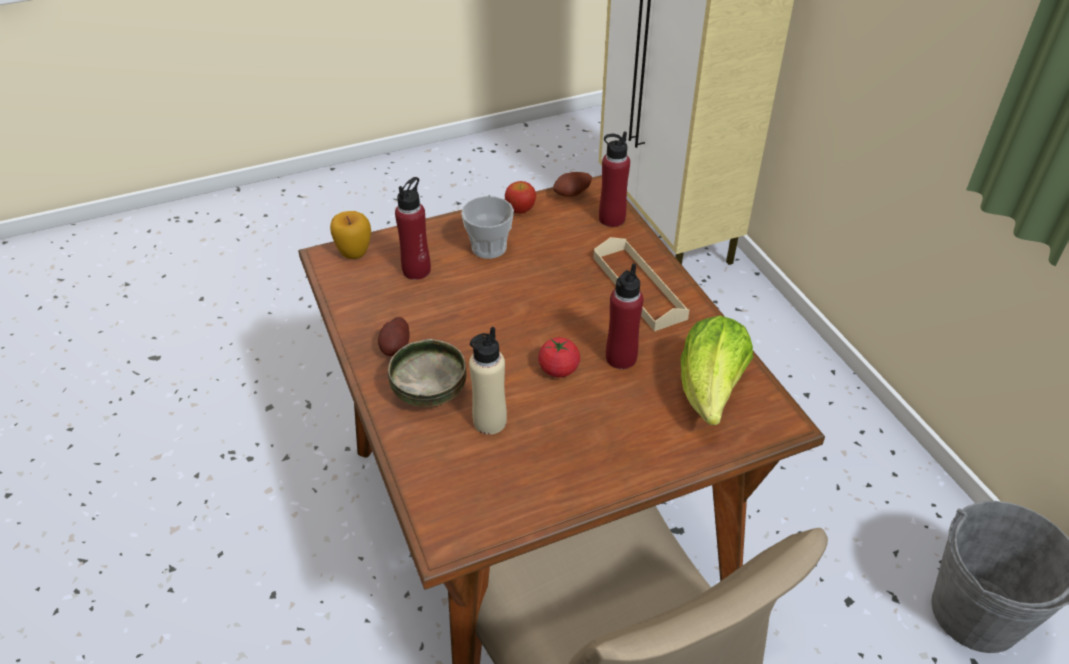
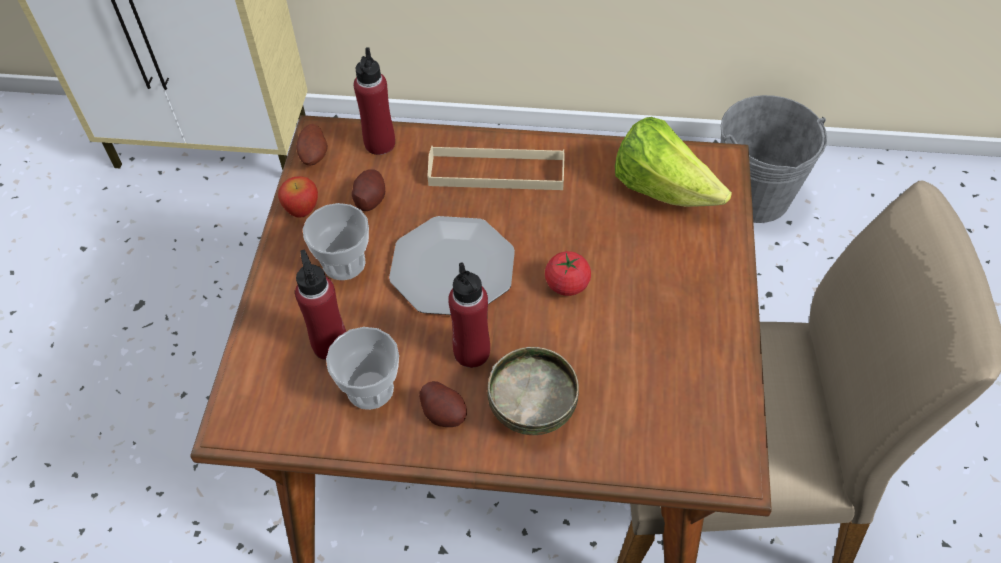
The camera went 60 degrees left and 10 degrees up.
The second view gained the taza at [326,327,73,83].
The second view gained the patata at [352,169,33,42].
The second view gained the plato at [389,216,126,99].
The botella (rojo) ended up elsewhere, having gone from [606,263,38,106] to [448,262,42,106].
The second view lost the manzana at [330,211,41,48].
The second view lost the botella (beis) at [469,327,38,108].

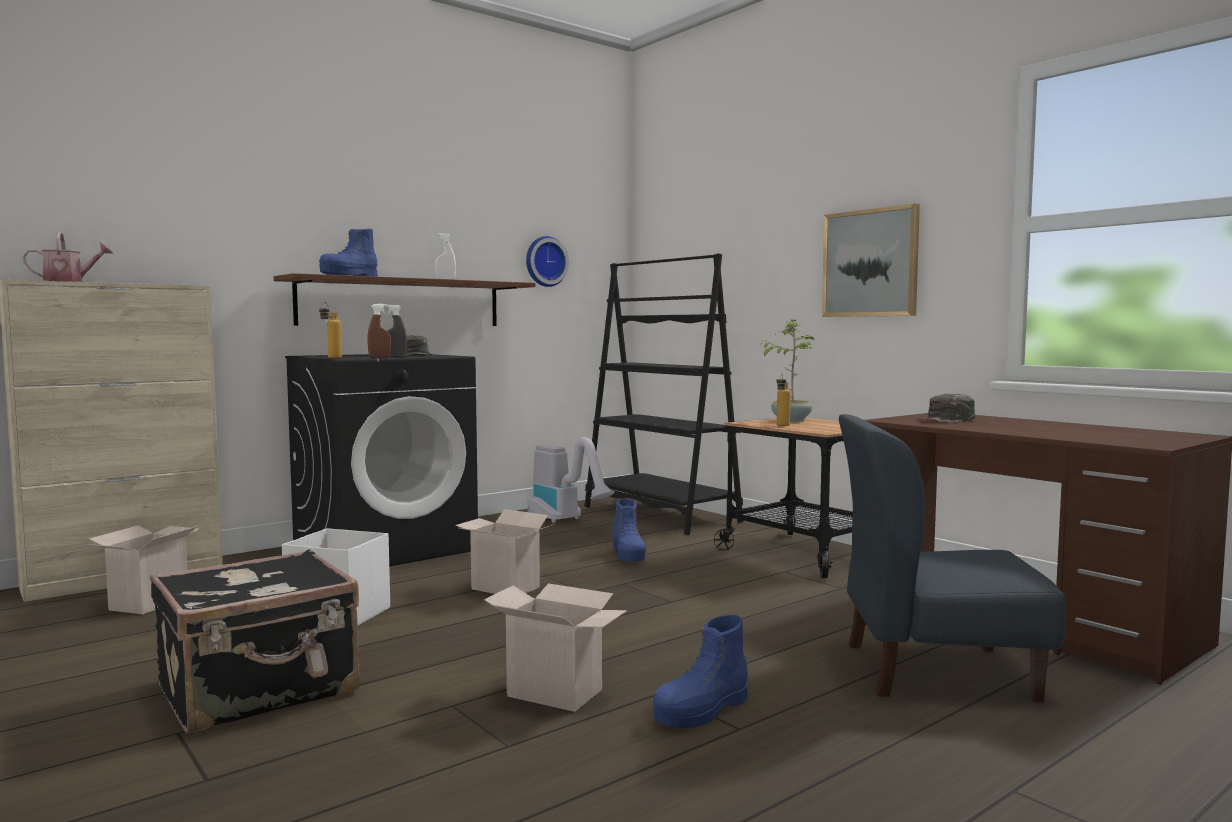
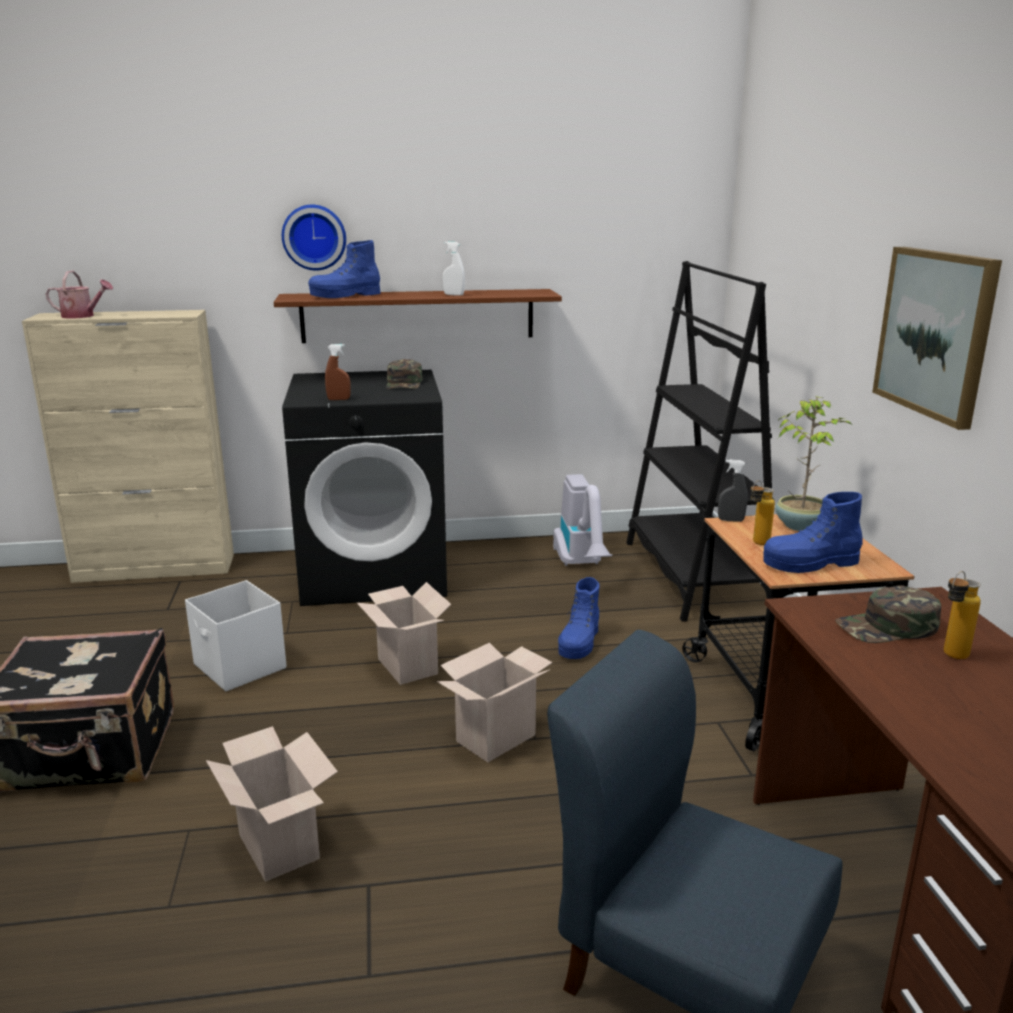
The camera went 30 degrees right and 15 degrees up.
The reloj de pared ended up elsewhere, having gone from [526,236,43,51] to [282,205,64,66].
The caja de cartón ended up elsewhere, having gone from [87,526,114,88] to [437,643,115,119].
The pulverizador (gris) ended up elsewhere, having gone from [385,305,22,52] to [718,459,30,63].
The bota (azul) ended up elsewhere, having gone from [653,615,95,113] to [763,492,99,81].
The botella ended up elsewhere, having gone from [319,302,23,56] to [944,571,37,88].

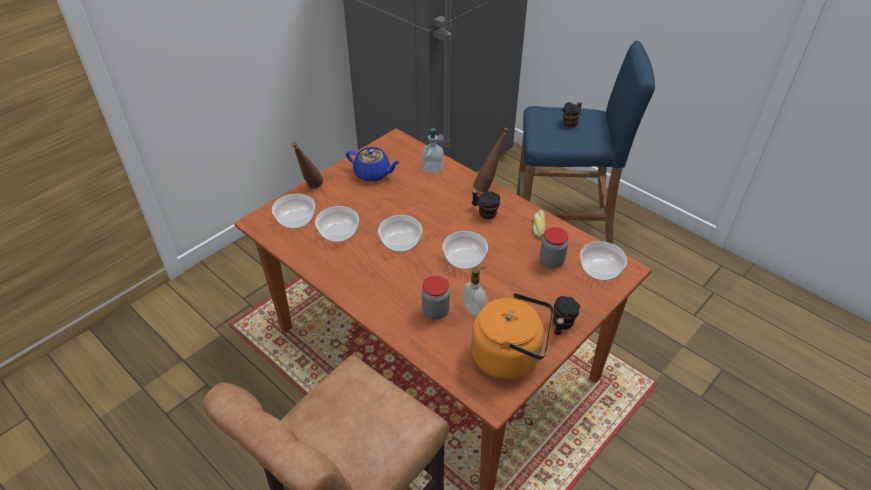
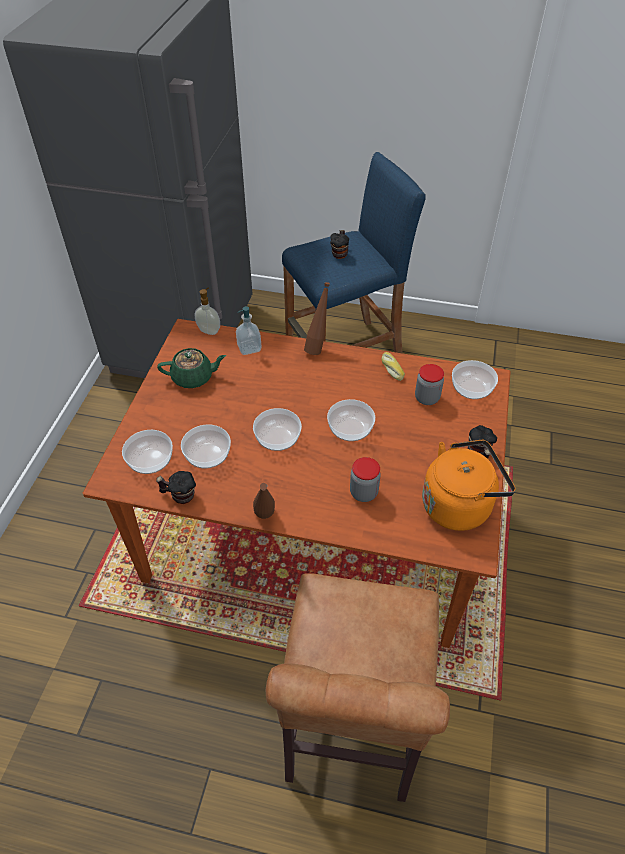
The camera went 30 degrees left and 5 degrees up.
The taza grande ended up elsewhere, having gone from [472,190,28,29] to [156,471,40,33].
What was the tetera (azul) at [346,147,54,35] turned into the tetera (verde) at [157,348,69,40].
The dispensador de jabón ended up elsewhere, having gone from [462,267,25,49] to [195,288,25,47].
The botella (marrón) ended up elsewhere, having gone from [291,142,32,46] to [253,483,22,36].

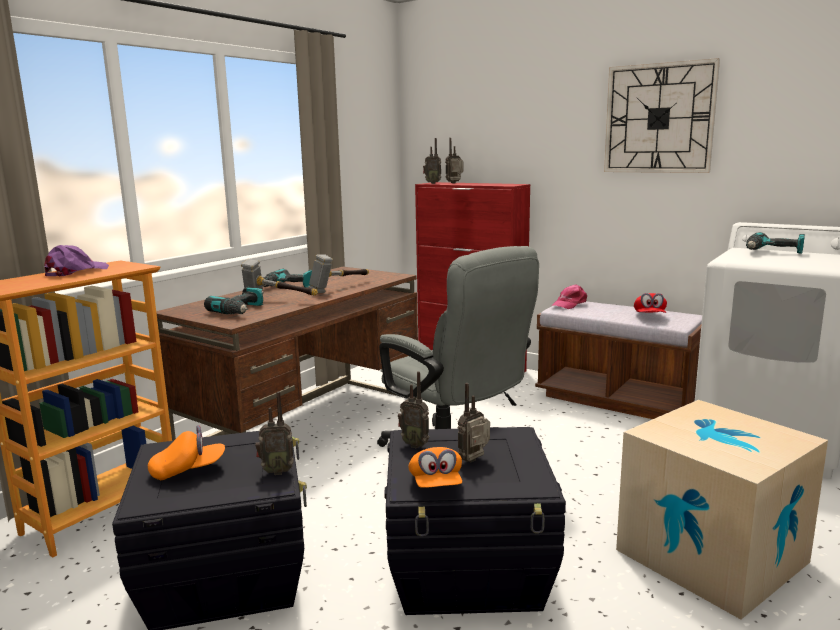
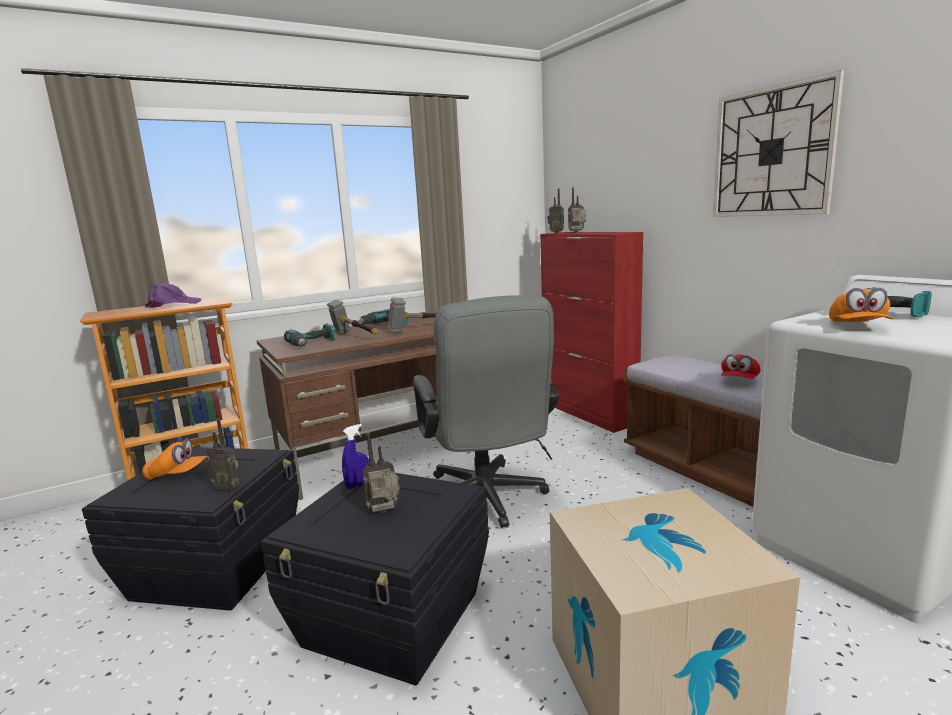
The camera went 25 degrees right and 0 degrees up.
Where the radio stood at [398,371,31,78], the pulverizador (azul) came to stand at [342,424,27,65].
The gorra (naranja) ended up elsewhere, having gone from [408,447,54,41] to [829,288,64,34].
The second view lost the gorra (rosa) at [551,284,36,25].

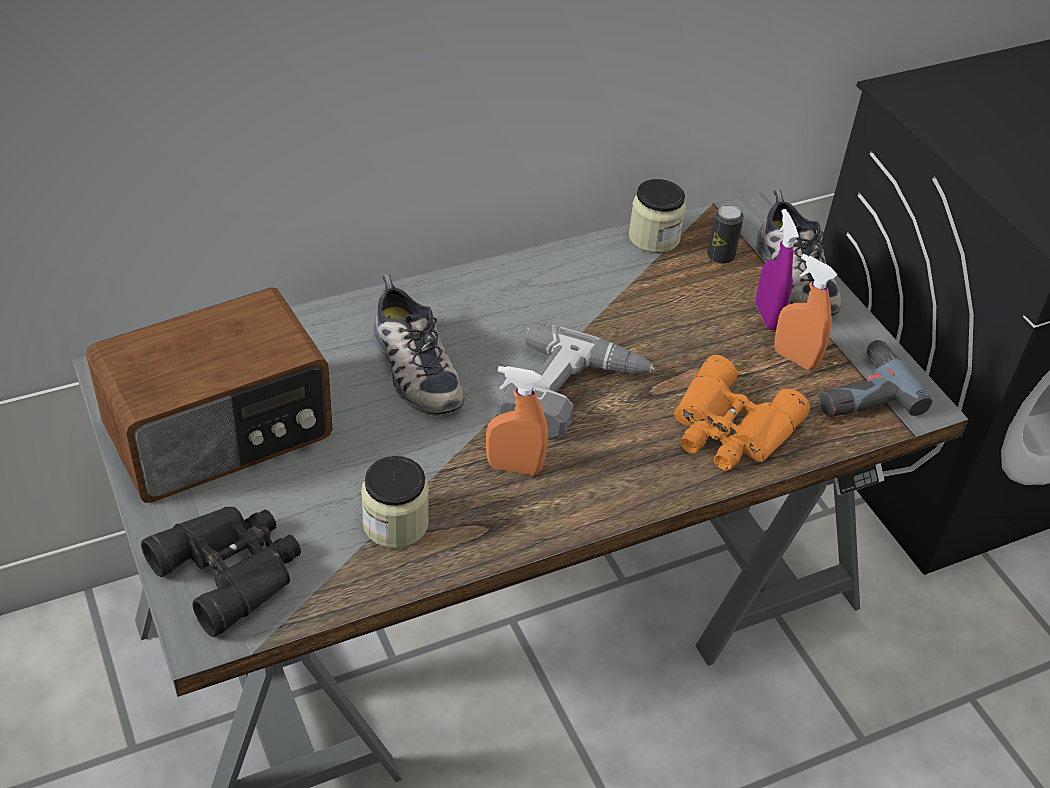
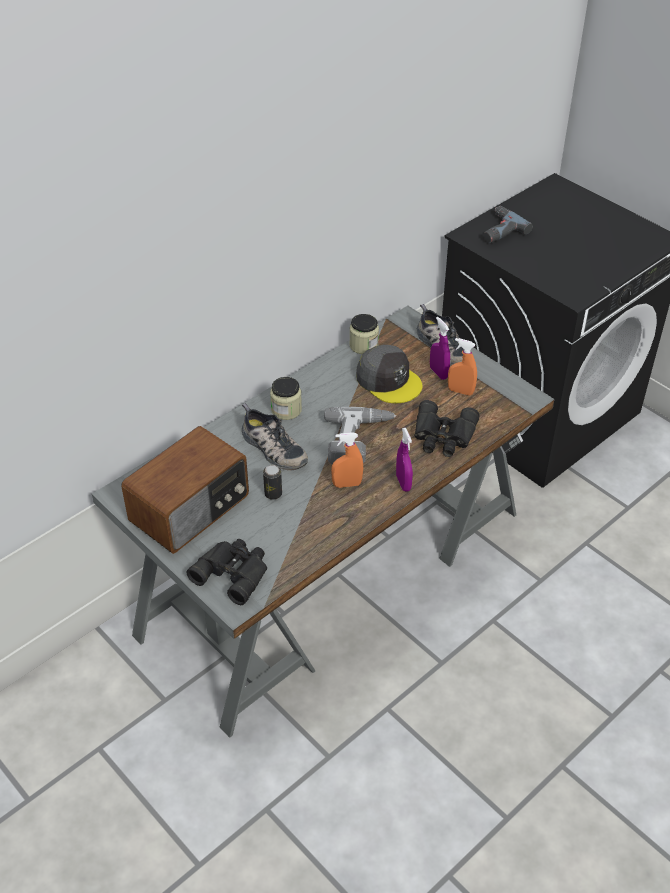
The camera went 15 degrees left and 0 degrees up.
The lata ended up elsewhere, having gone from [707,205,37,59] to [263,465,19,35].
The tarro ended up elsewhere, having gone from [361,456,68,92] to [270,377,32,43].
The second view gained the gorra (gris) at [356,345,66,58].
The second view gained the pulverizador (morado) at [396,428,17,64].
What was the prismáticos (naranja) at [674,355,136,116] turned into the prismáticos (negro) at [414,400,66,57].
The taladro ended up elsewhere, having gone from [820,340,113,77] to [483,206,50,37].

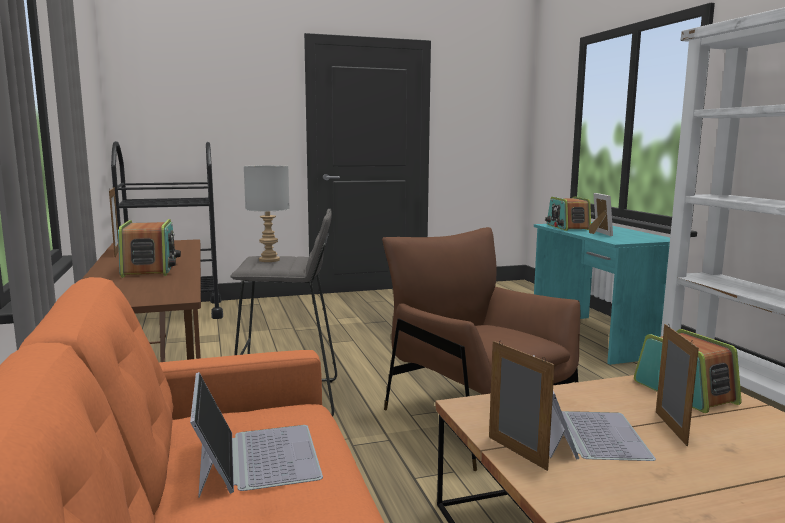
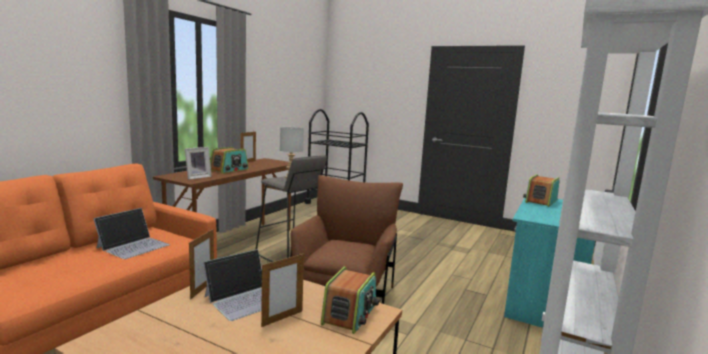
The camera went 45 degrees right and 0 degrees up.
The portarretratos ended up elsewhere, having gone from [589,193,24,43] to [185,147,27,33].

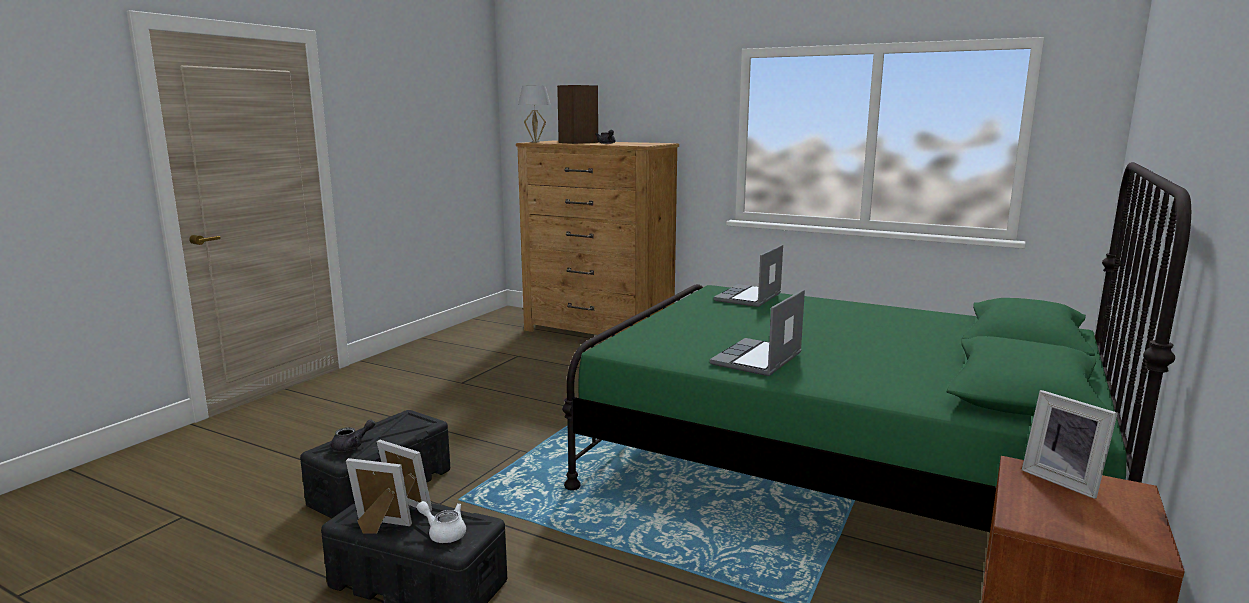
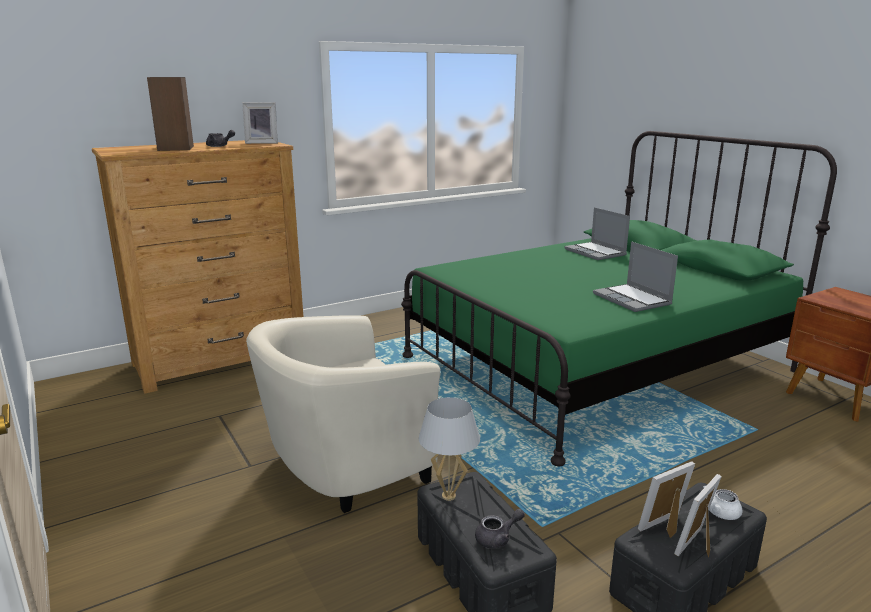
The camera went 60 degrees left and 5 degrees up.
The portarretratos ended up elsewhere, having gone from [1022,390,96,109] to [242,102,36,42].
The second view gained the sillón (beis) at [246,315,195,198].
The lámpara de mesa (blanco) ended up elsewhere, having gone from [518,86,33,56] to [419,397,61,104].
The tetera (gris) at [331,419,44,33] ended up facing another way, 75 degrees clockwise from before.
The portátil ended up elsewhere, having gone from [714,245,69,62] to [565,207,65,53].

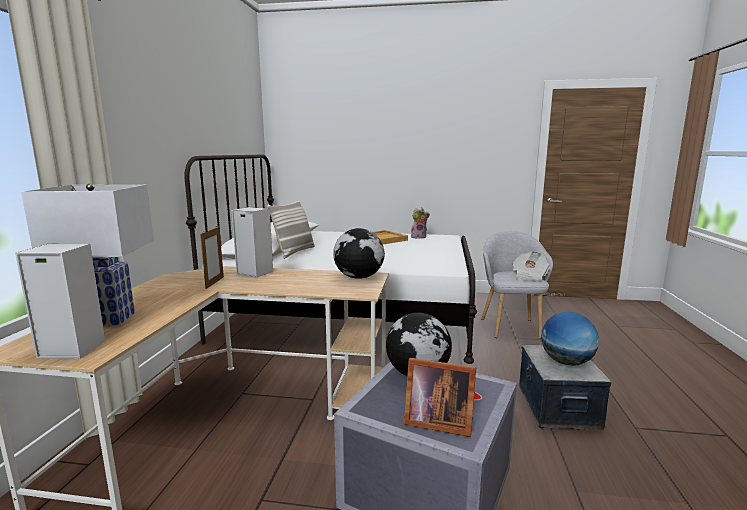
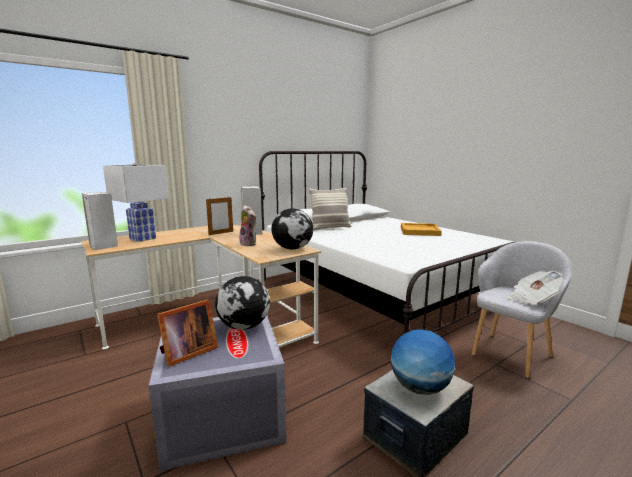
The camera went 45 degrees right and 0 degrees up.
The portarretratos at [404,358,72,79] ended up facing another way, 105 degrees counterclockwise from before.
The peluche ended up elsewhere, having gone from [411,207,19,32] to [239,205,17,41].

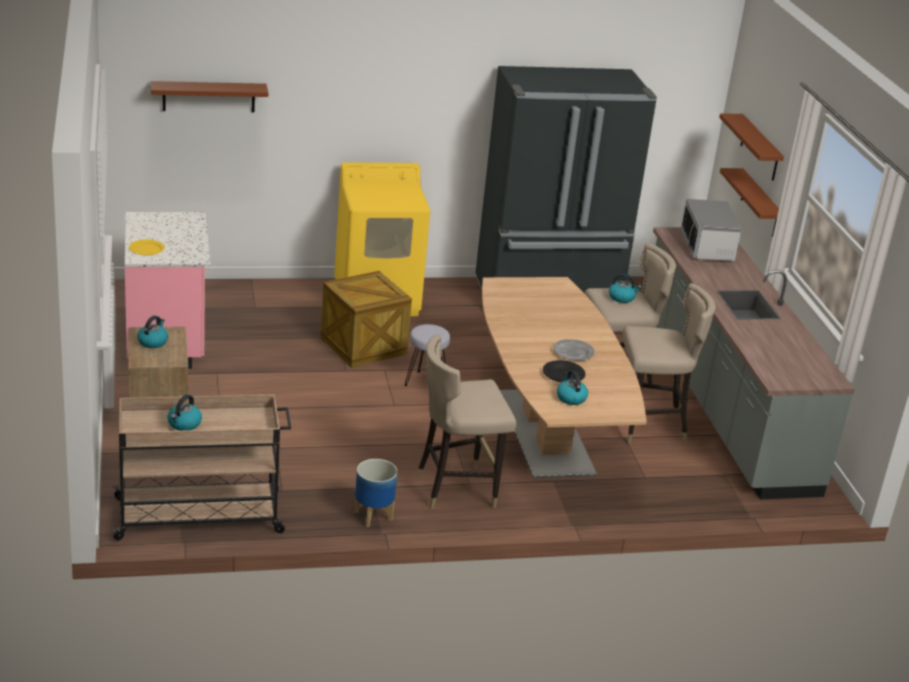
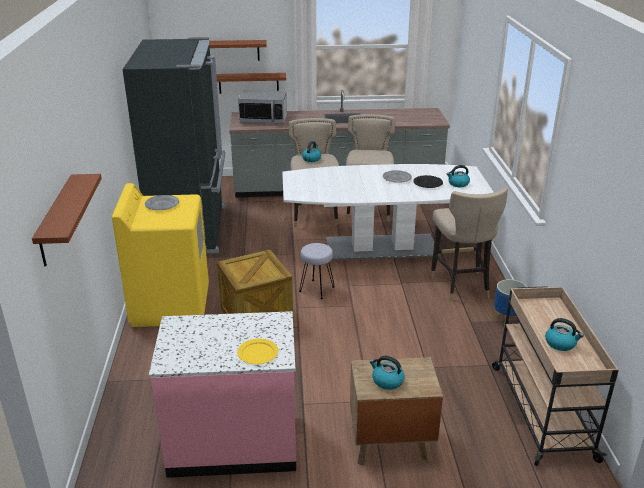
The camera went 80 degrees left and 0 degrees up.
The second view gained the plato (gris) at [145,195,34,15].
What was the mesa de comedor (marrón) at [482,277,165,202] turned into the mesa de comedor (blanco) at [282,164,211,96].

